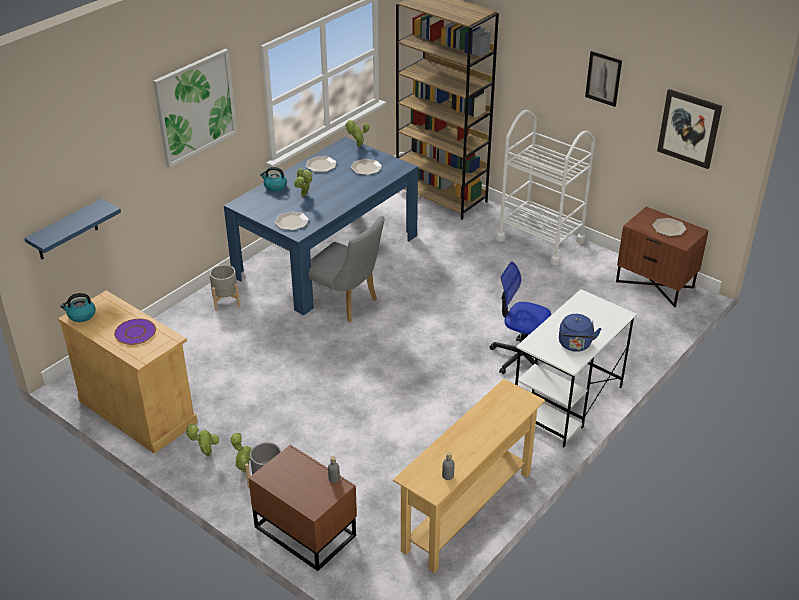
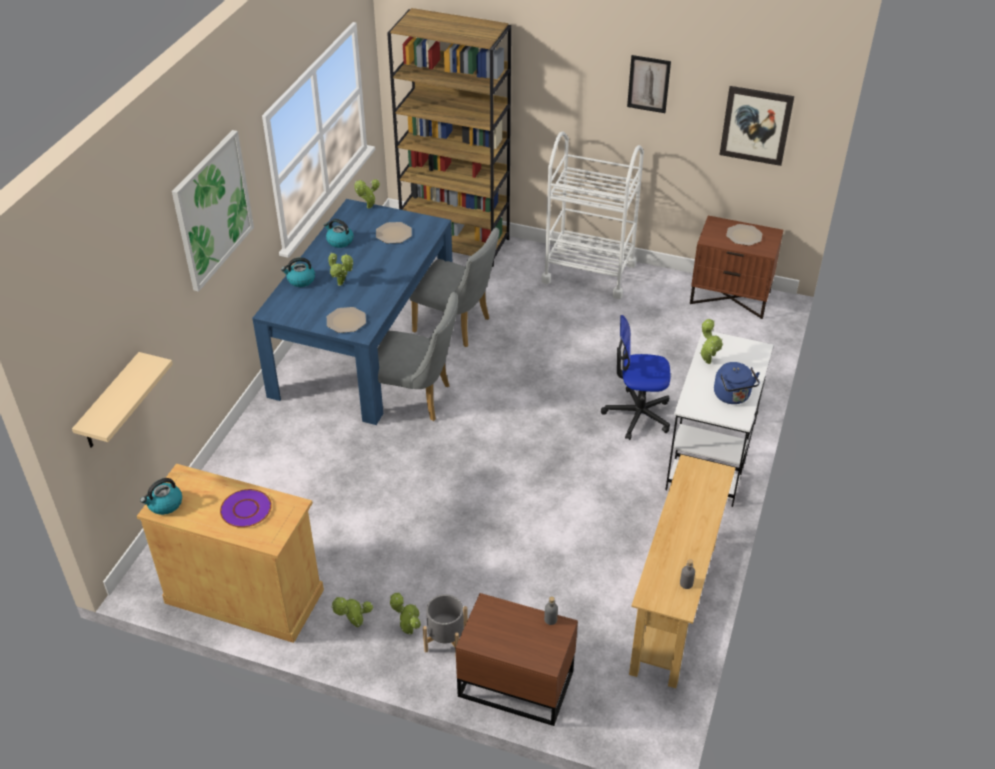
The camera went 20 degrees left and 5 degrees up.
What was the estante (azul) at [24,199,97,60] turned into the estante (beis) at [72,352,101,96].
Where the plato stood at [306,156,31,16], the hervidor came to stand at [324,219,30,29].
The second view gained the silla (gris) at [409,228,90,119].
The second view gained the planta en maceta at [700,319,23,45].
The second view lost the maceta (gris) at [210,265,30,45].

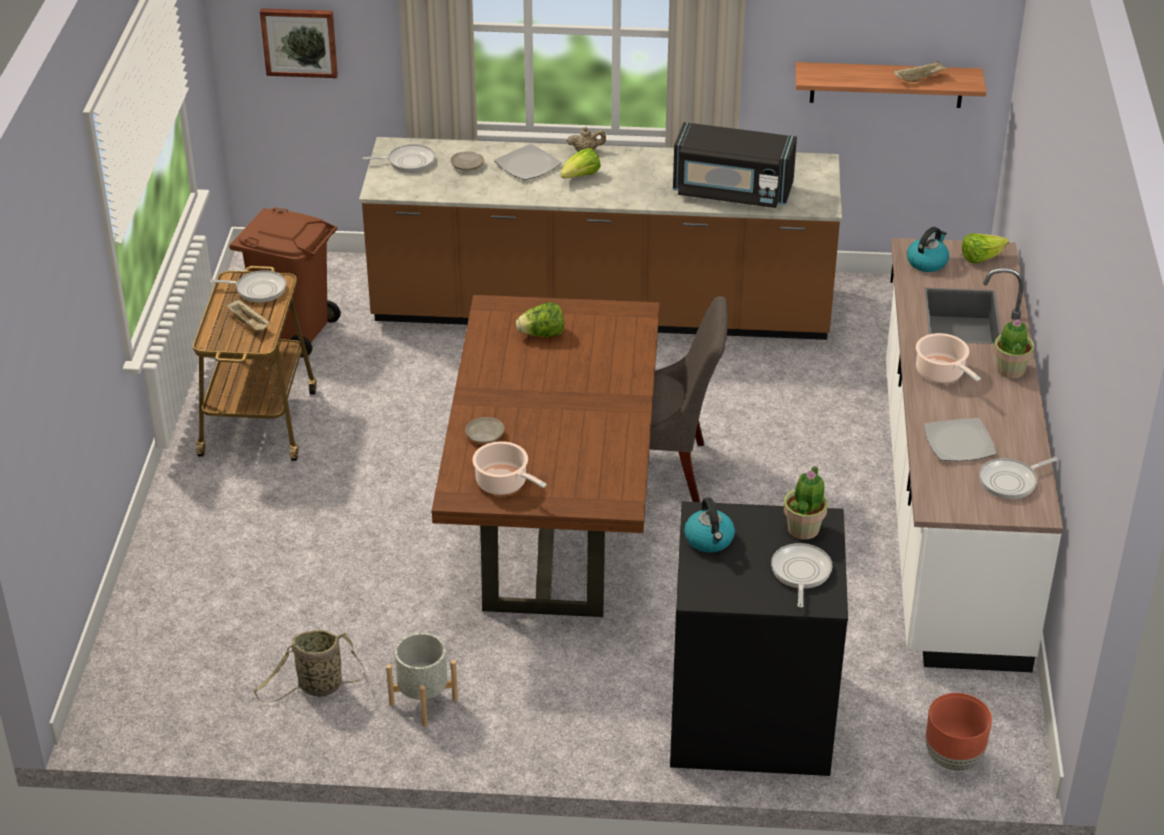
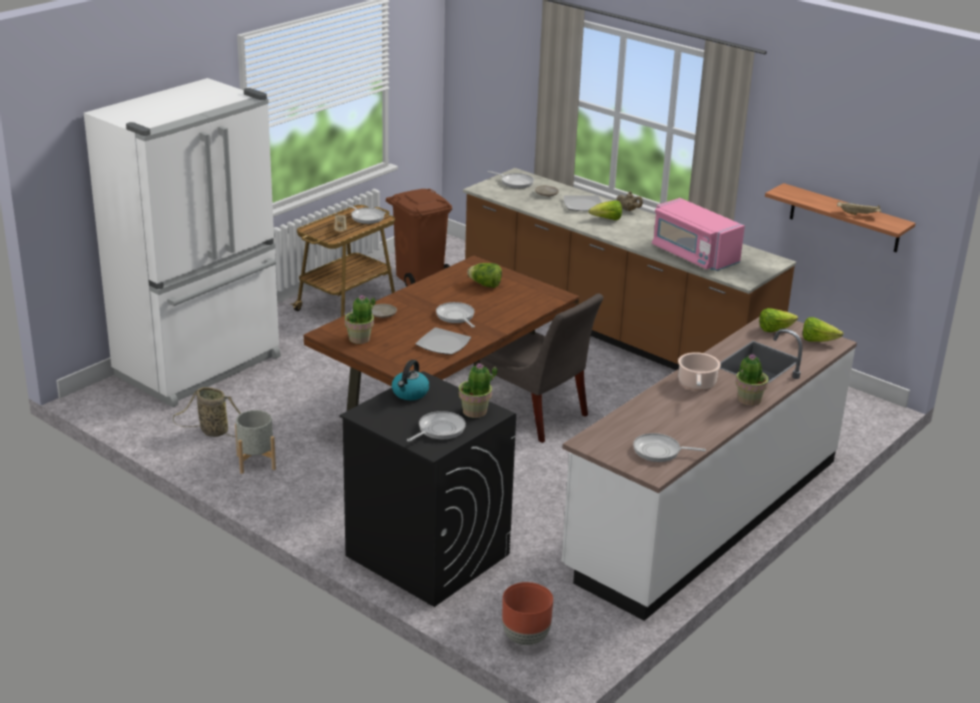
The camera went 35 degrees right and 10 degrees down.
The second view gained the nevera (blanco) at [84,78,197,329].
Where the olla stood at [472,441,75,54], the planta en maceta came to stand at [345,295,31,49].
The plato ended up elsewhere, having gone from [924,418,73,43] to [416,327,55,28].
The second view gained the sartén at [436,302,39,26].
What was the microondas (negro) at [673,122,124,86] turned into the microondas (rosa) at [652,198,93,73].
Where the hervidor stood at [907,227,42,45], the lechuga came to stand at [759,308,39,24].
The second view lost the cuadro at [260,8,78,70].

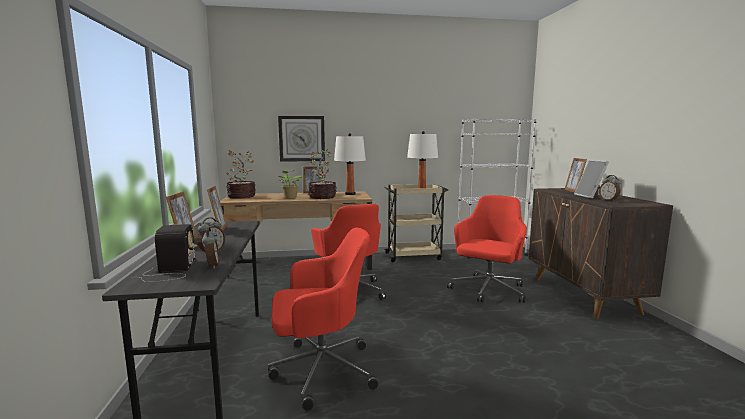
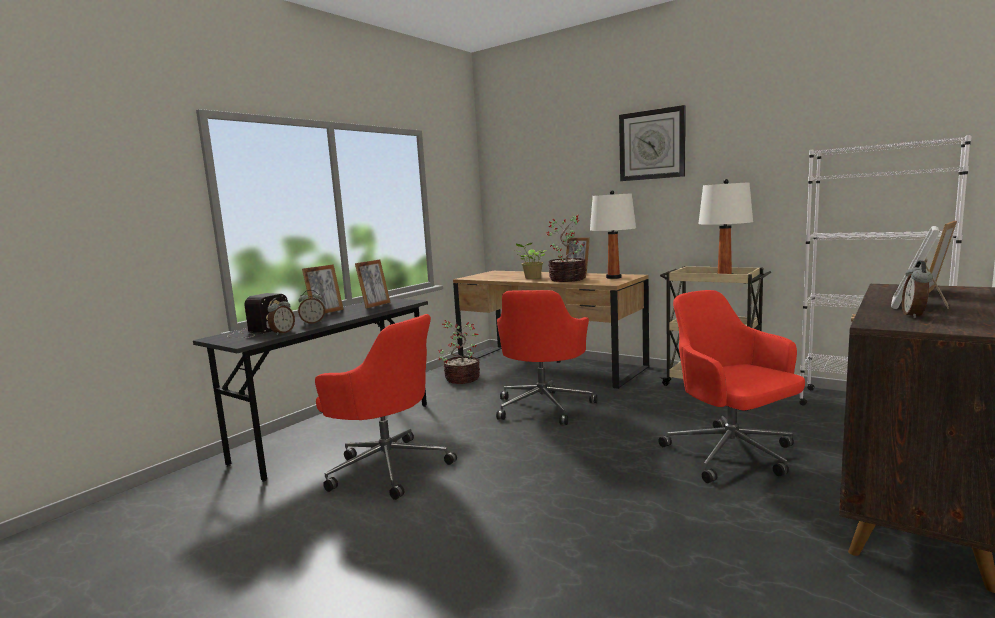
The camera went 45 degrees right and 0 degrees up.
The planta en maceta ended up elsewhere, having gone from [226,150,30,49] to [438,320,42,64].
The reloj de pared ended up elsewhere, having gone from [278,116,47,46] to [619,105,66,76].
The silla de oficina (rojo) at [447,195,80,108] ended up facing another way, 105 degrees counterclockwise from before.

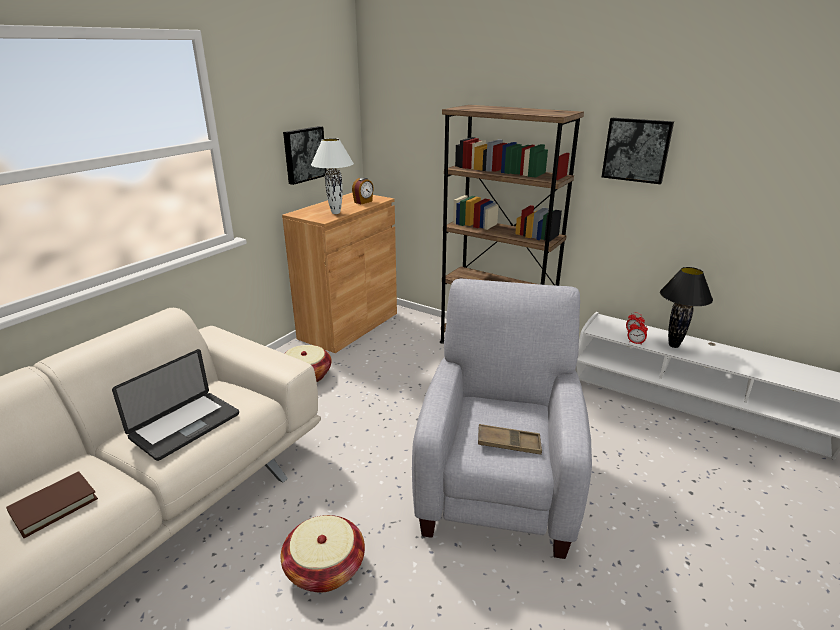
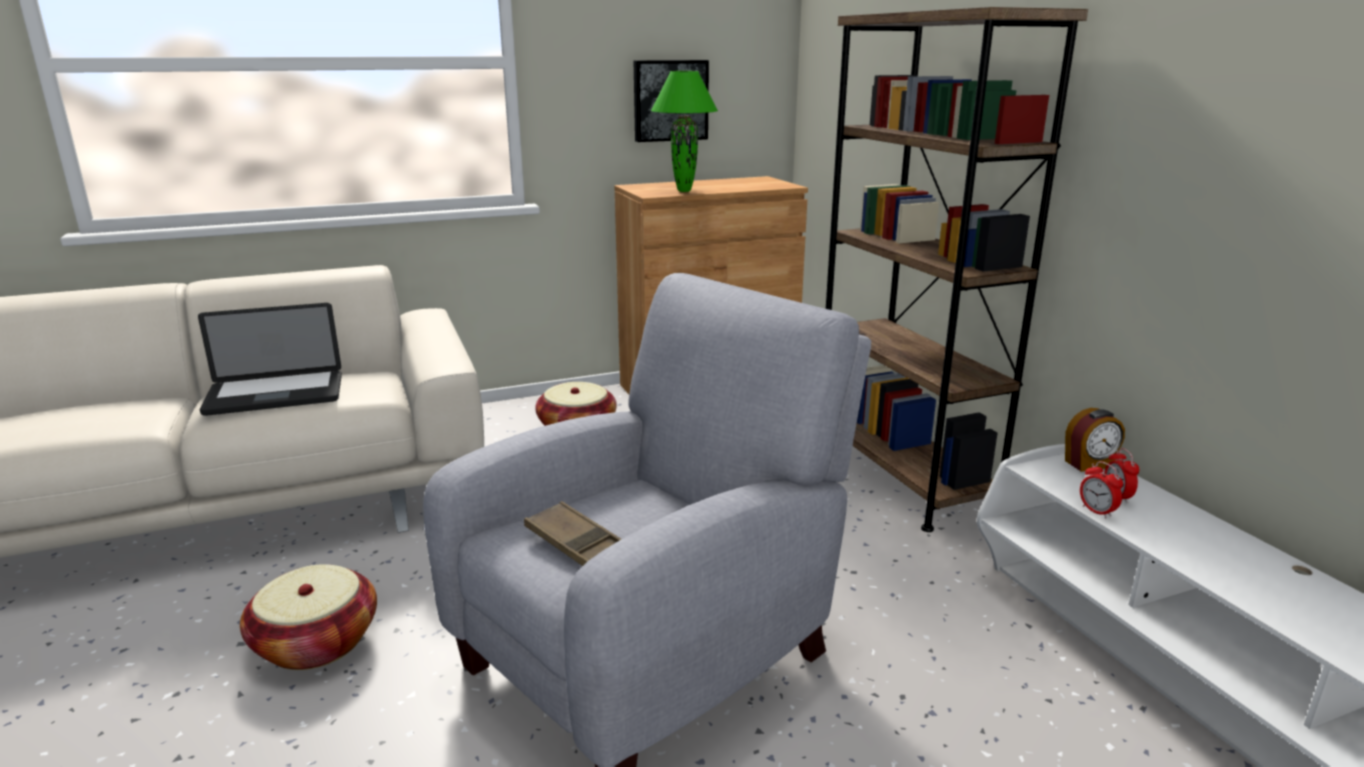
The camera went 35 degrees right and 5 degrees down.
What was the lámpara de mesa (blanco) at [311,138,43,76] turned into the lámpara de mesa (verde) at [651,71,67,121].
The despertador ended up elsewhere, having gone from [352,178,22,26] to [1065,408,60,64].
The second view lost the libro (marrón) at [6,471,92,67].
The second view lost the cuadro at [602,118,72,66].
The second view lost the lámpara de mesa (negro) at [660,267,53,81].

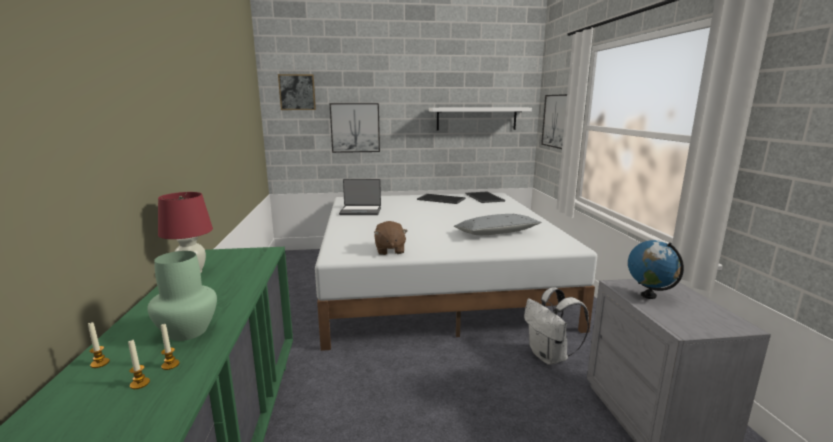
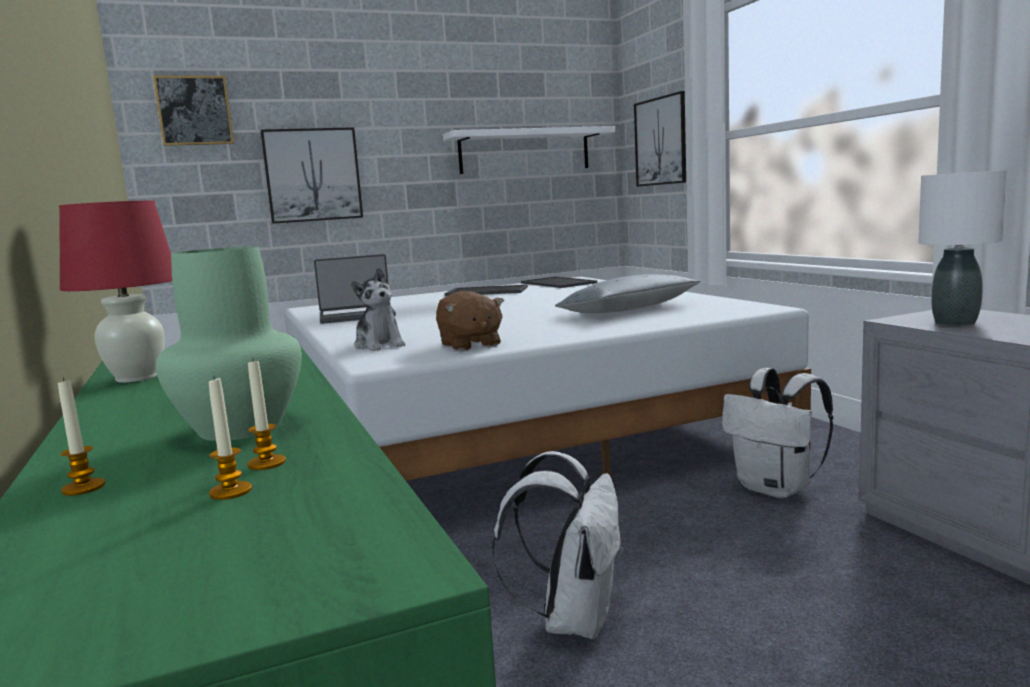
The camera went 15 degrees left and 5 degrees down.
The second view gained the peluche at [351,268,54,83].
The second view gained the mochila (blanco) at [492,451,131,188].
Where the globo terráqueo stood at [628,240,56,59], the lámpara de mesa (blanco) came to stand at [918,170,88,156].

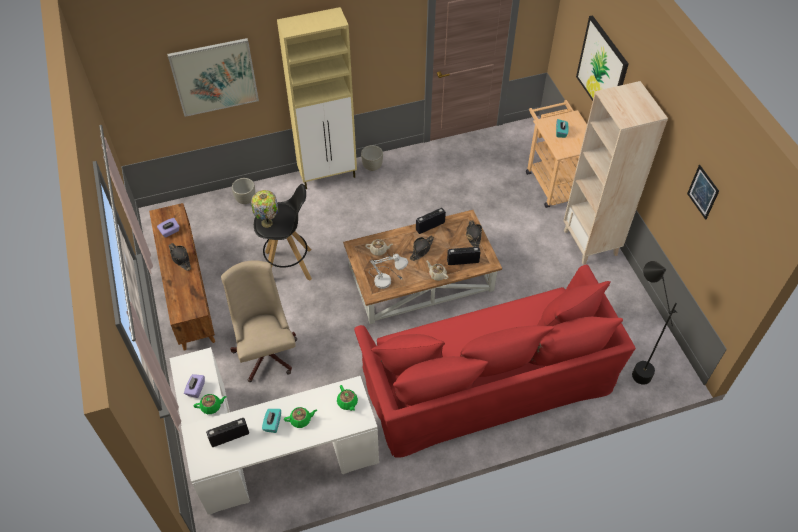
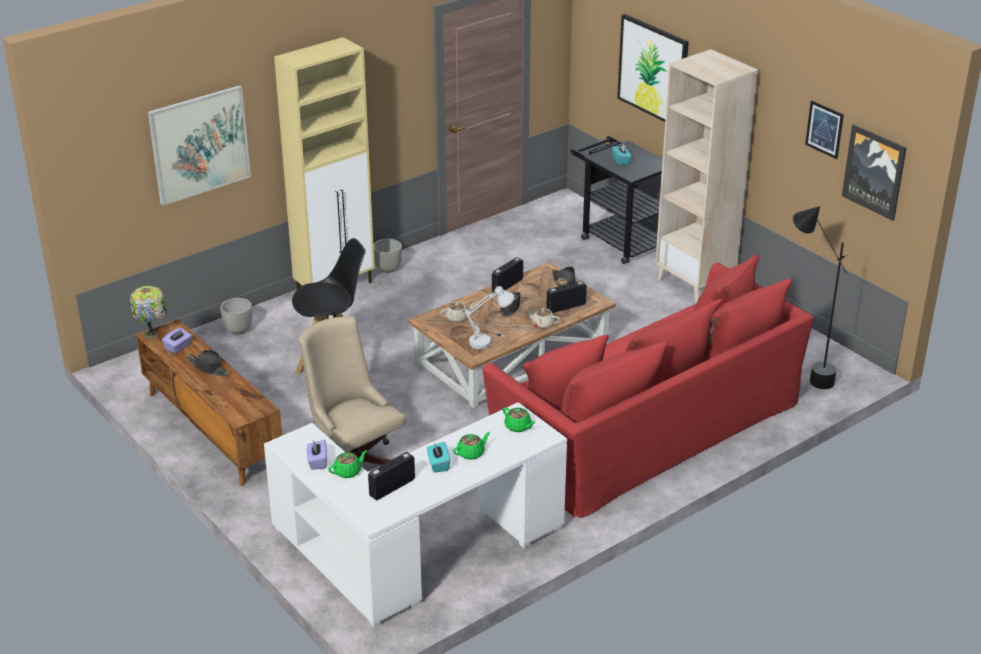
The camera went 20 degrees left and 20 degrees down.
The lámpara de mesa ended up elsewhere, having gone from [251,190,28,38] to [130,286,37,54].
What was the carrito (beis) at [526,100,61,108] turned into the carrito (negro) at [571,136,92,128].
The second view gained the cuadro at [842,124,64,97].

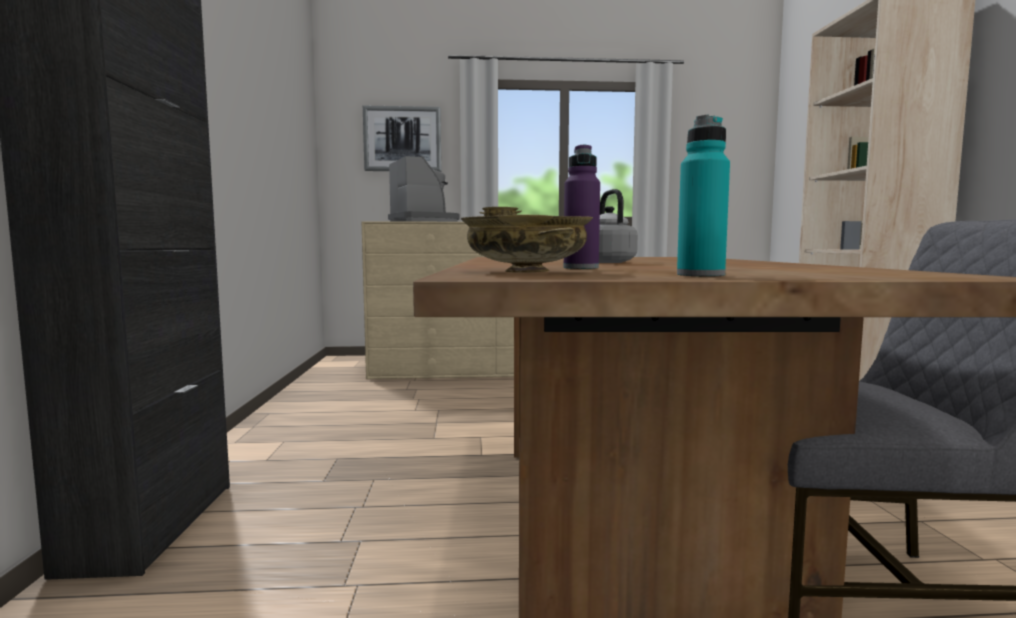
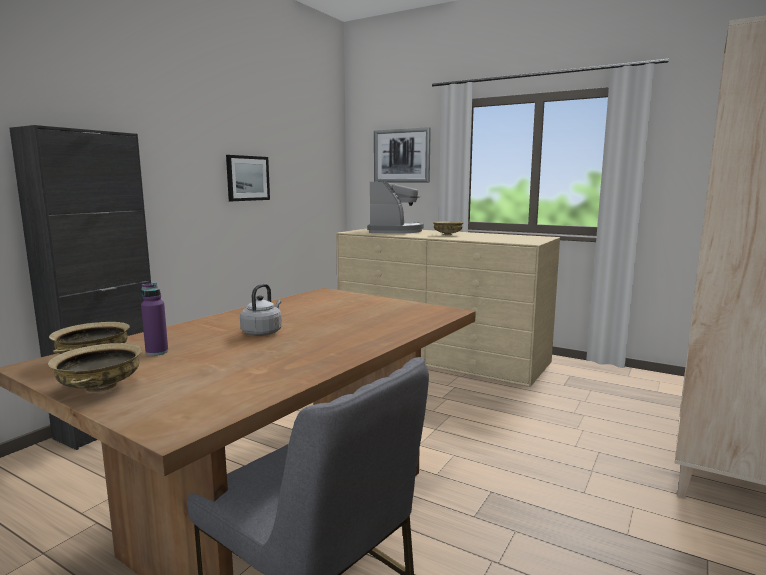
The camera went 35 degrees right and 5 degrees up.
Where the botella (turquesa) stood at [677,114,53,162], the cuenco (beis) came to stand at [48,343,94,49].
The second view gained the cuadro at [226,155,44,46].

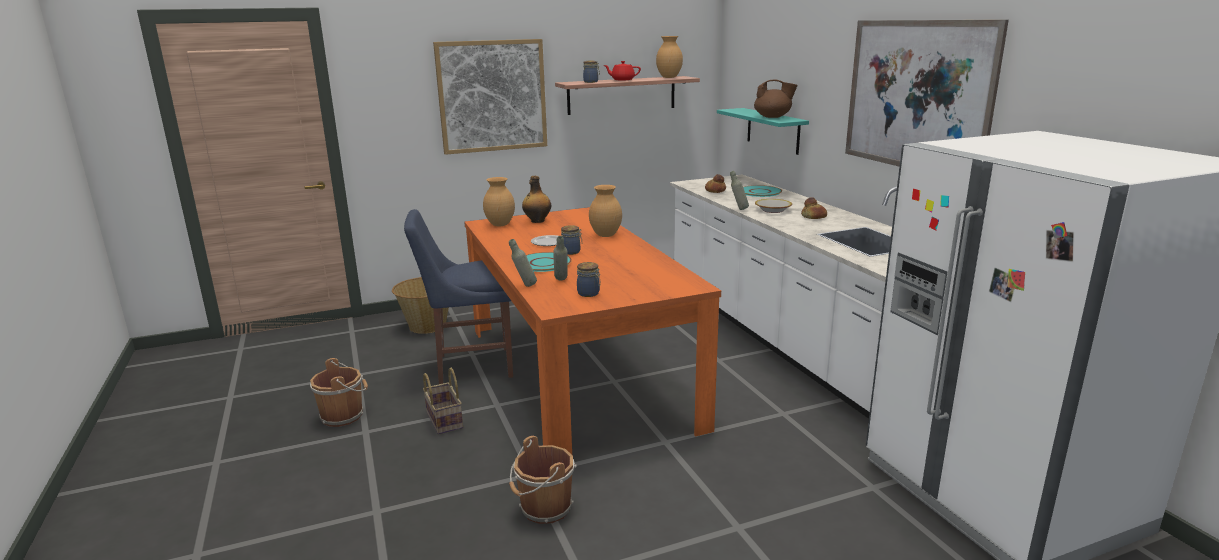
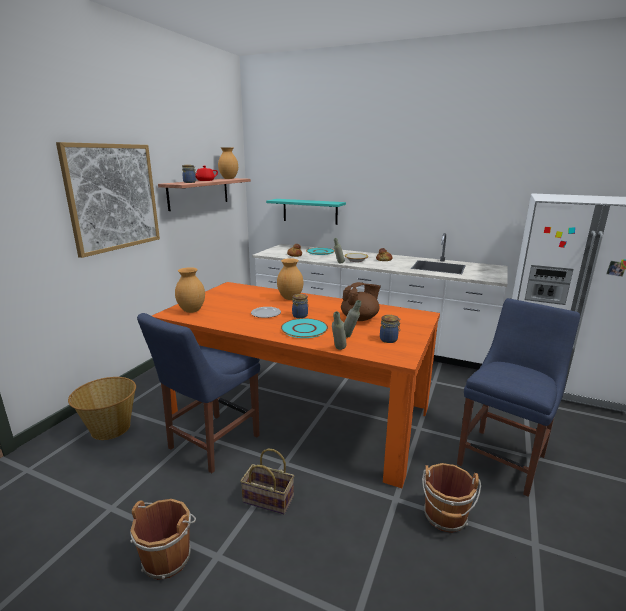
The camera went 45 degrees left and 0 degrees up.
The tetera (marrón) ended up elsewhere, having gone from [754,79,44,39] to [341,282,40,39].
The second view gained the silla (azul) at [457,298,123,199].
The second view lost the botella at [522,176,29,47].
The second view lost the cuadro at [845,20,164,146].

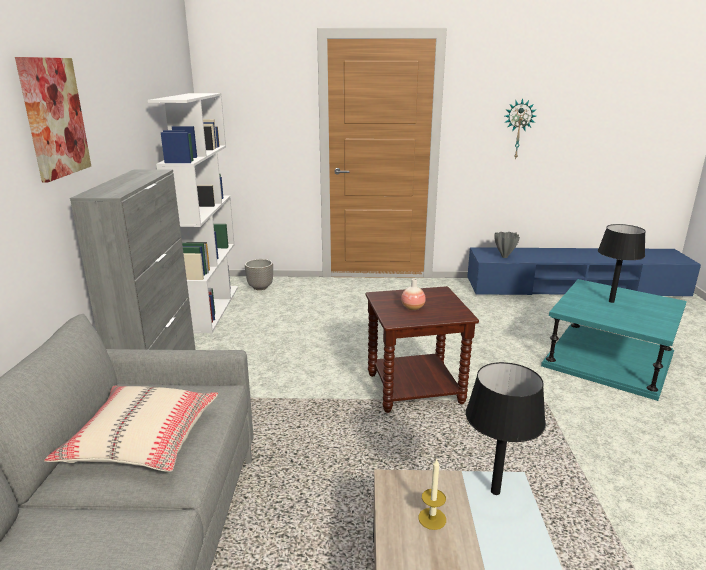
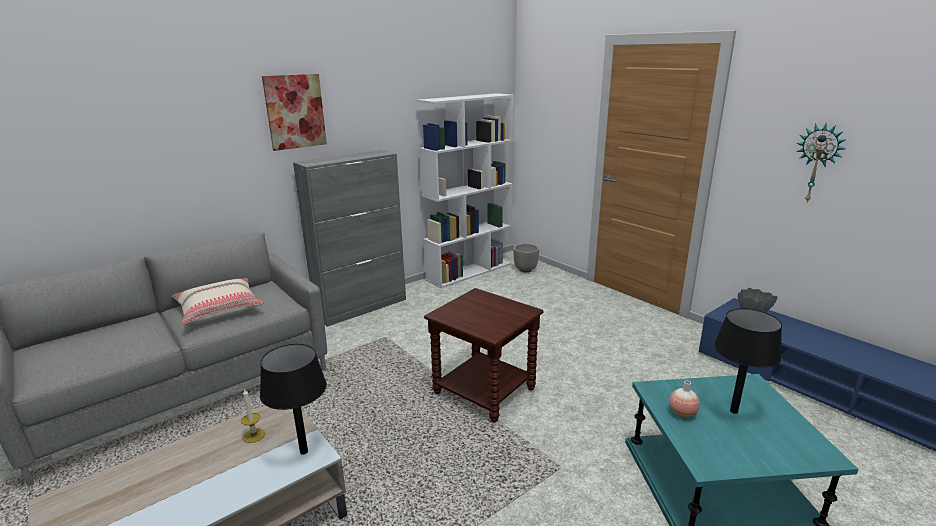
The camera went 50 degrees right and 0 degrees up.
The florero ended up elsewhere, having gone from [401,278,25,32] to [669,380,31,37].

